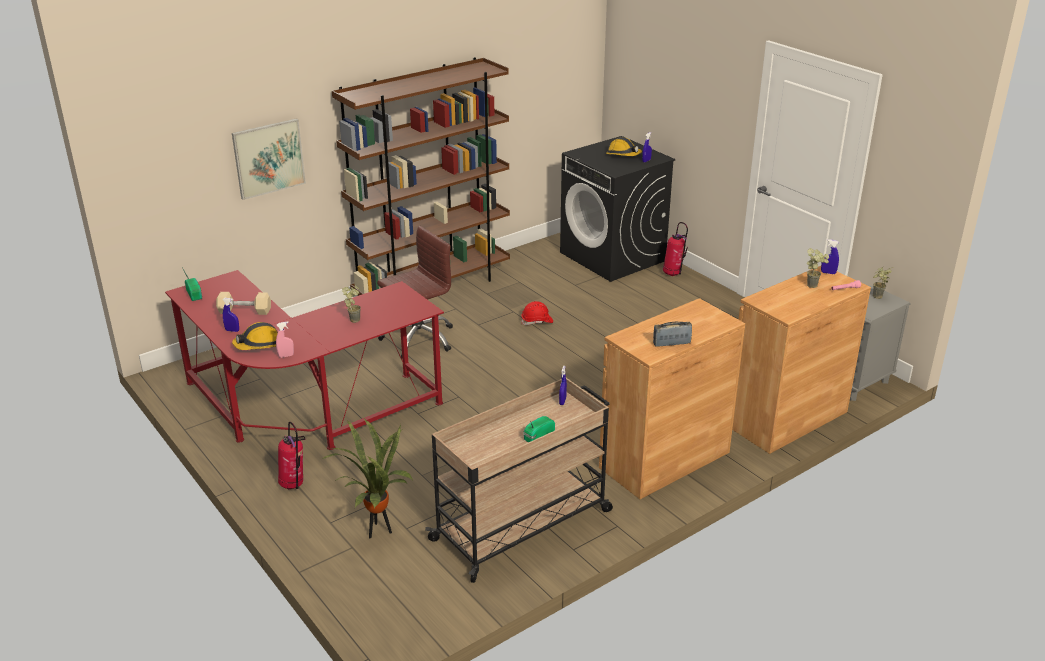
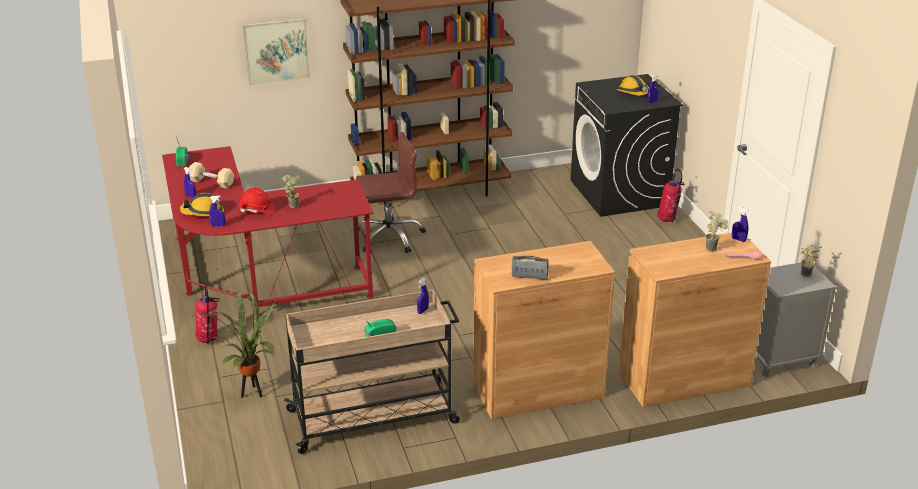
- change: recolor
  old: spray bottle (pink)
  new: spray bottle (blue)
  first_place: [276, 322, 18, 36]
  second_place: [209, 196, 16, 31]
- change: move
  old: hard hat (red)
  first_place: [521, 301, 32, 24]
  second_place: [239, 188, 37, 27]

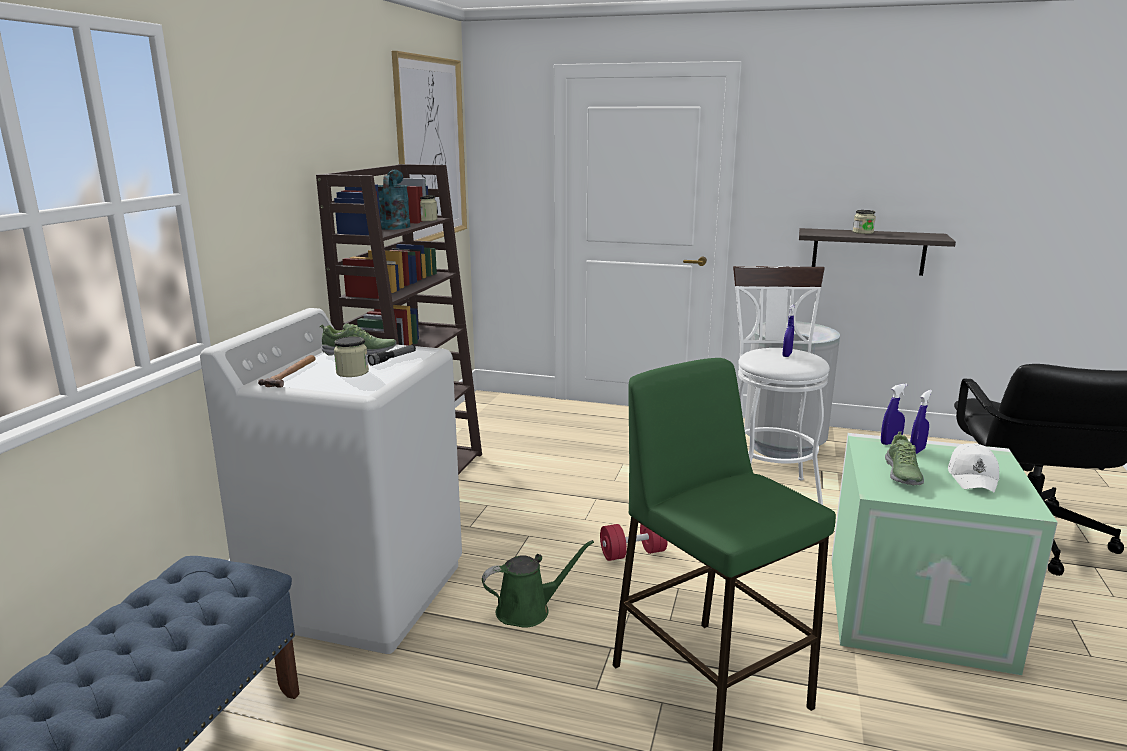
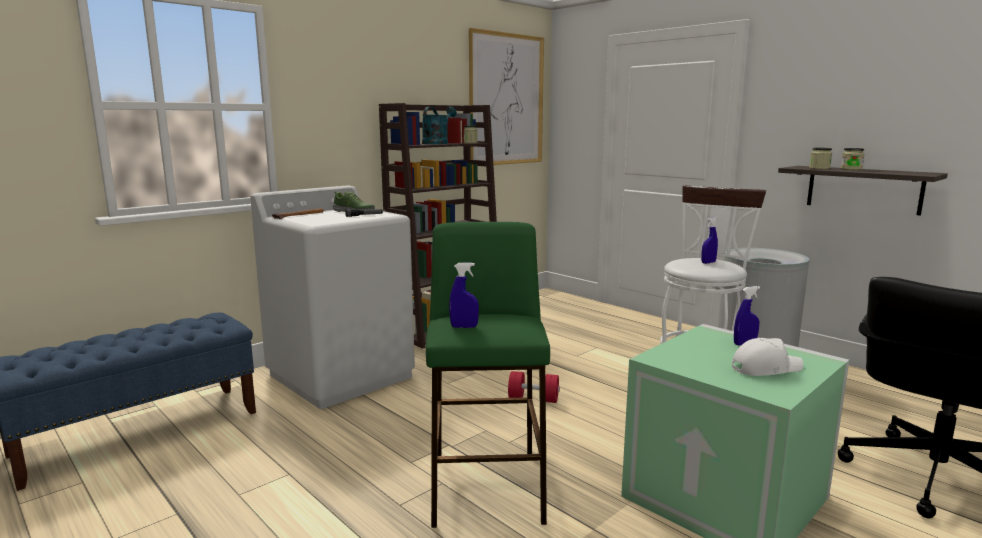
- change: move
  old: jar
  first_place: [334, 336, 35, 41]
  second_place: [809, 148, 23, 21]
- change: delete
  old: watering can (green)
  first_place: [482, 540, 112, 87]
- change: move
  old: spray bottle (blue)
  first_place: [881, 384, 26, 61]
  second_place: [449, 263, 30, 65]
- change: delete
  old: shoe
  first_place: [885, 431, 39, 54]
- change: rotate
  old: cap (white)
  first_place: [948, 443, 51, 49]
  second_place: [732, 338, 71, 38]
  degrees: -150

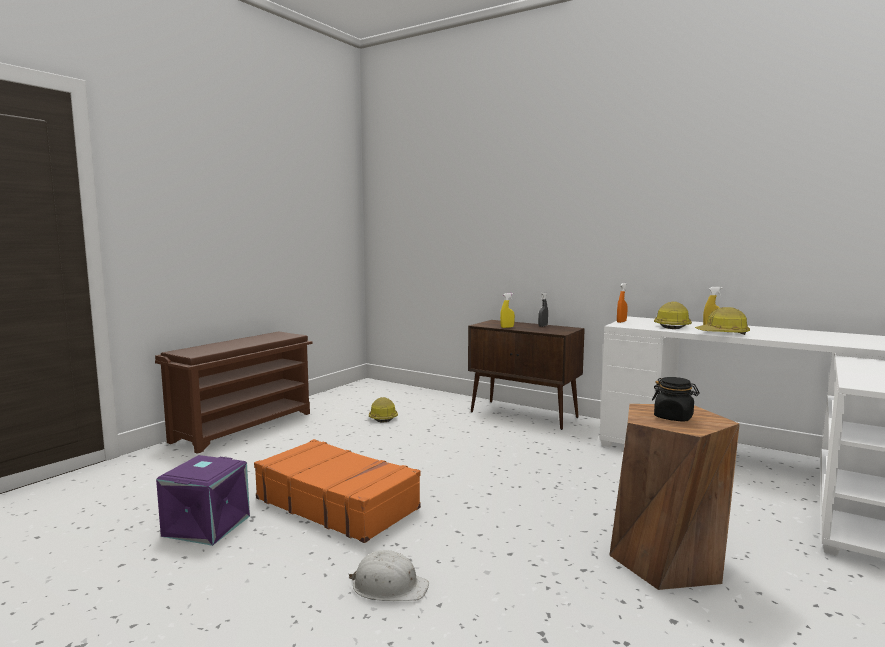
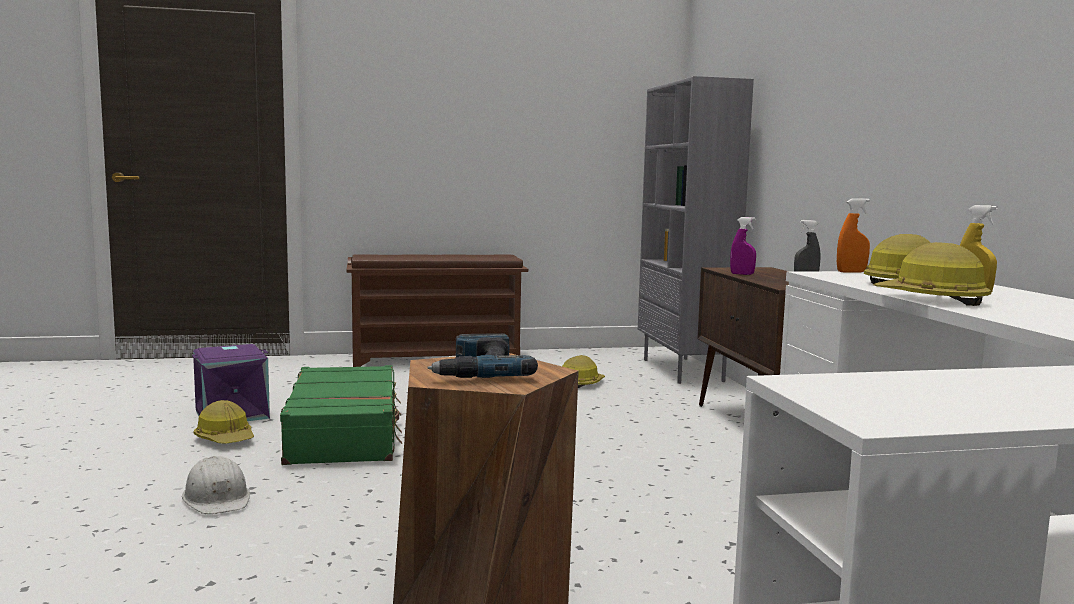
- change: recolor
  old: suitcase (orange)
  new: suitcase (green)
  first_place: [254, 439, 167, 104]
  second_place: [280, 365, 122, 100]
- change: recolor
  old: spray bottle (yellow)
  new: spray bottle (purple)
  first_place: [500, 293, 15, 35]
  second_place: [730, 217, 26, 58]
- change: replace
  old: jar (black)
  new: power drill
  first_place: [652, 377, 47, 45]
  second_place: [427, 333, 111, 45]
- change: insert
  new: hard hat
  second_place: [194, 400, 60, 44]
- change: insert
  new: bookcase (grey)
  second_place: [638, 76, 116, 308]

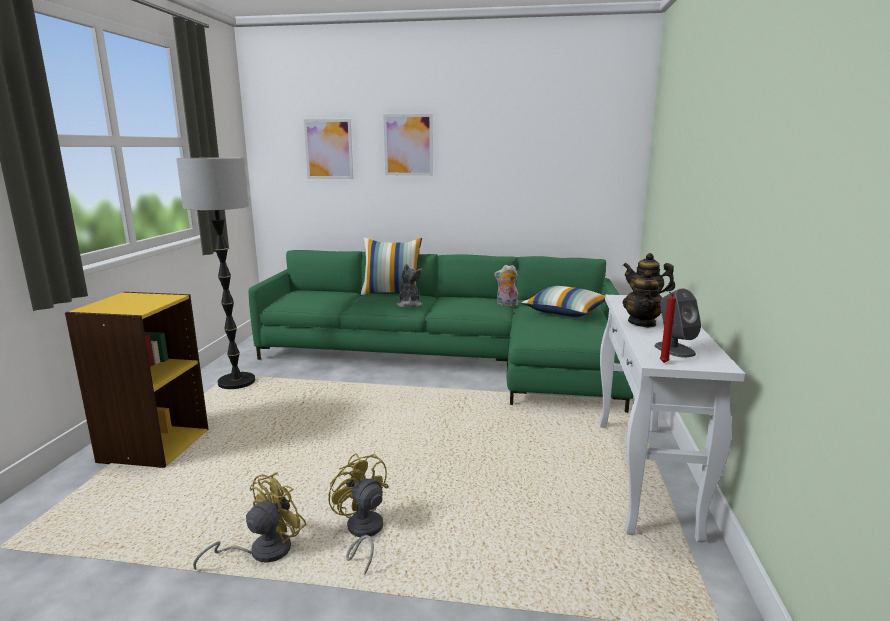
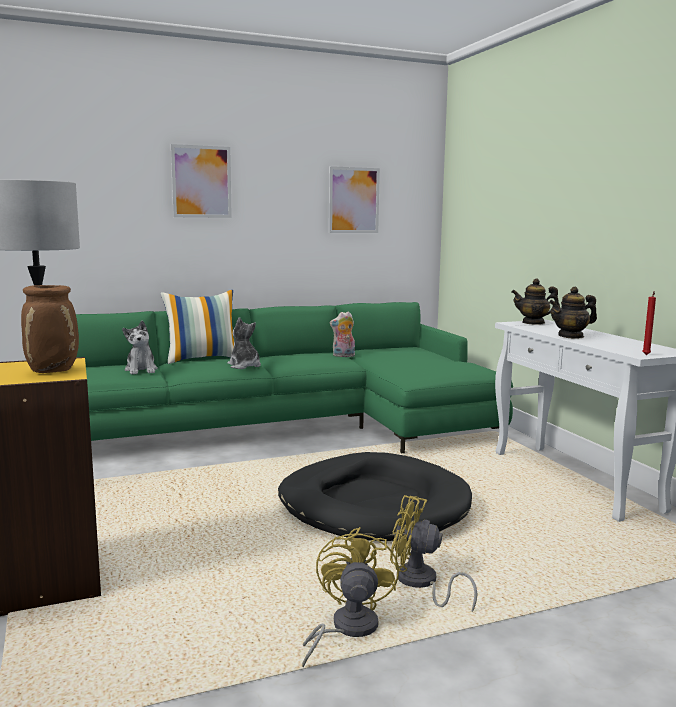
- change: move
  old: picture
  first_place: [304, 119, 49, 60]
  second_place: [329, 166, 51, 67]
- change: delete
  old: pillow
  first_place: [522, 286, 83, 31]
- change: rotate
  old: teapot
  first_place: [623, 270, 39, 57]
  second_place: [549, 287, 48, 52]
  degrees: 90
- change: delete
  old: speaker (grey)
  first_place: [655, 288, 46, 69]
- change: insert
  new: vase (brown)
  second_place: [21, 285, 58, 88]
- change: insert
  new: plush toy
  second_place: [122, 320, 36, 55]
- change: insert
  new: dog bed (black)
  second_place: [278, 452, 194, 89]

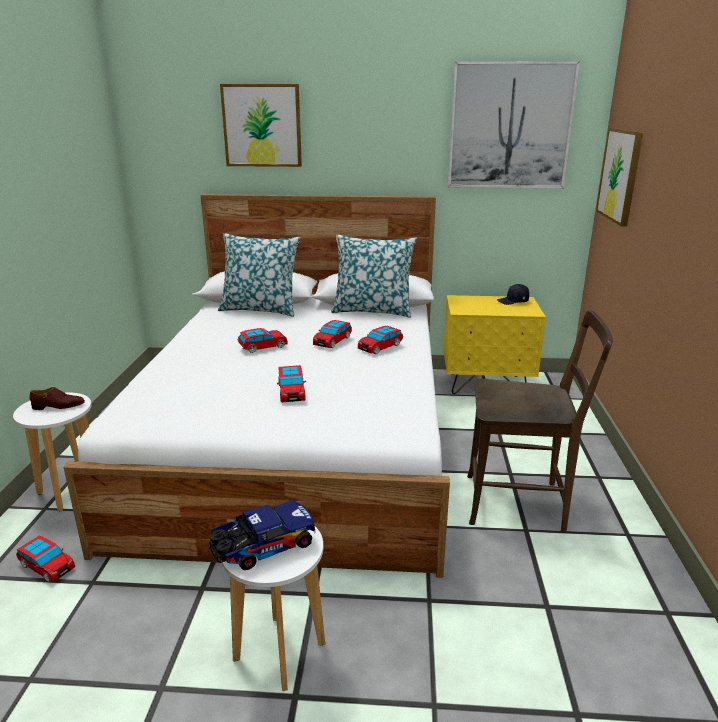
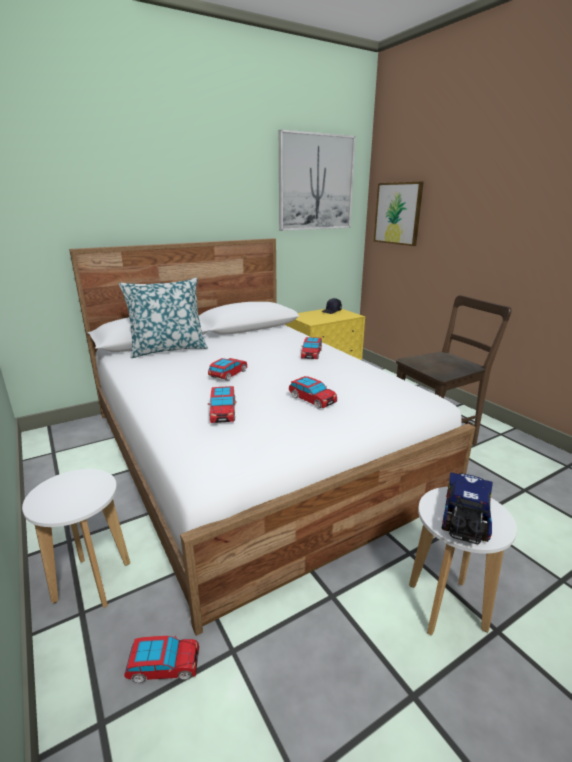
- change: delete
  old: shoe (brown)
  first_place: [29, 387, 56, 23]
- change: delete
  old: picture
  first_place: [220, 84, 82, 83]
- change: move
  old: toy car
  first_place: [313, 320, 39, 28]
  second_place: [208, 386, 29, 37]
- change: delete
  old: pillow
  first_place: [331, 235, 86, 83]

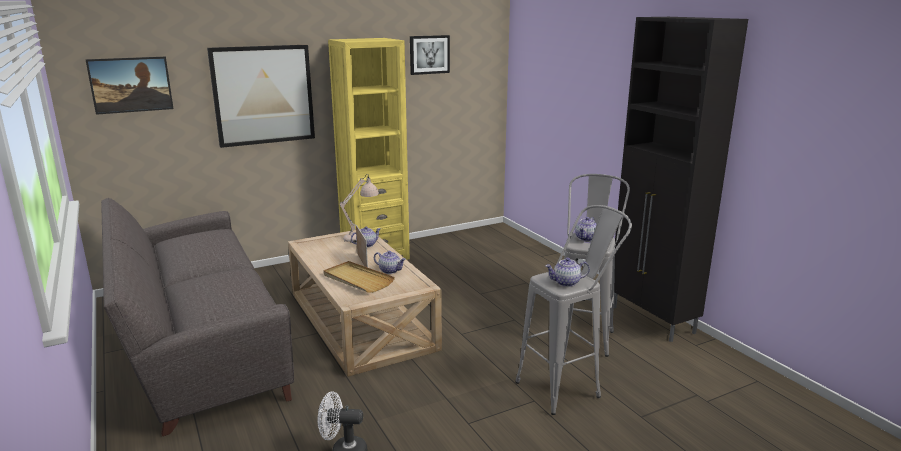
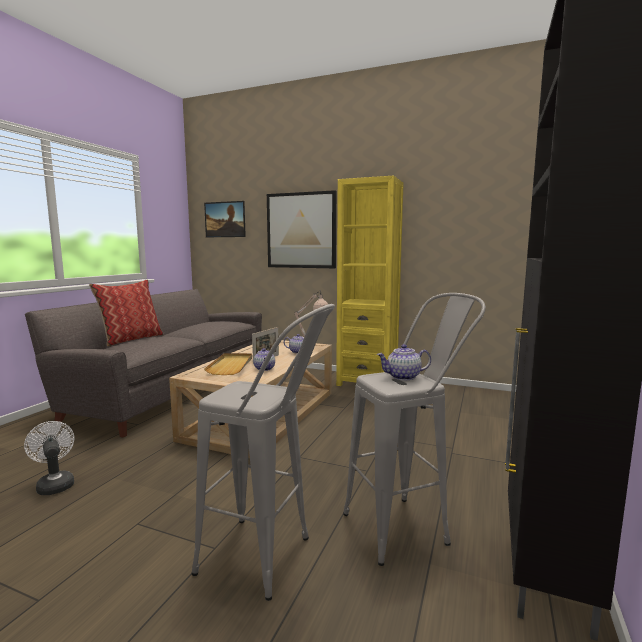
- change: delete
  old: picture
  first_place: [410, 35, 40, 40]
- change: delete
  old: teapot
  first_place: [545, 258, 45, 29]
- change: insert
  new: pillow
  second_place: [89, 279, 74, 68]

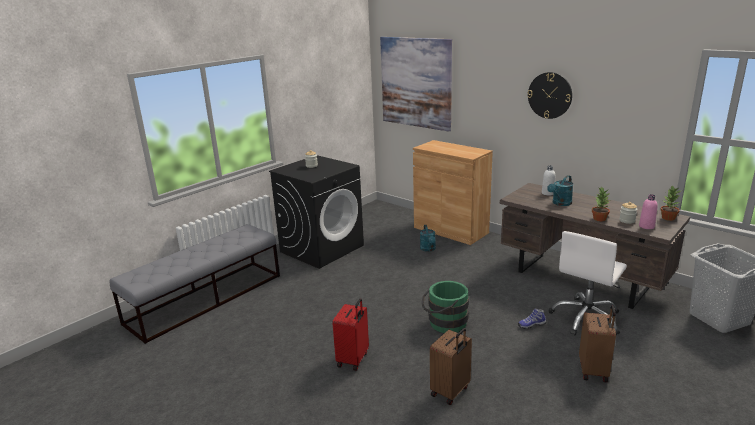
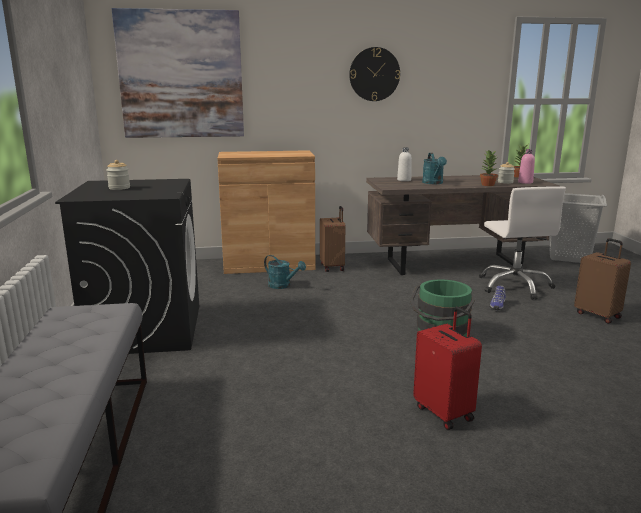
- change: move
  old: suitcase (brown)
  first_place: [430, 328, 42, 77]
  second_place: [320, 206, 25, 66]

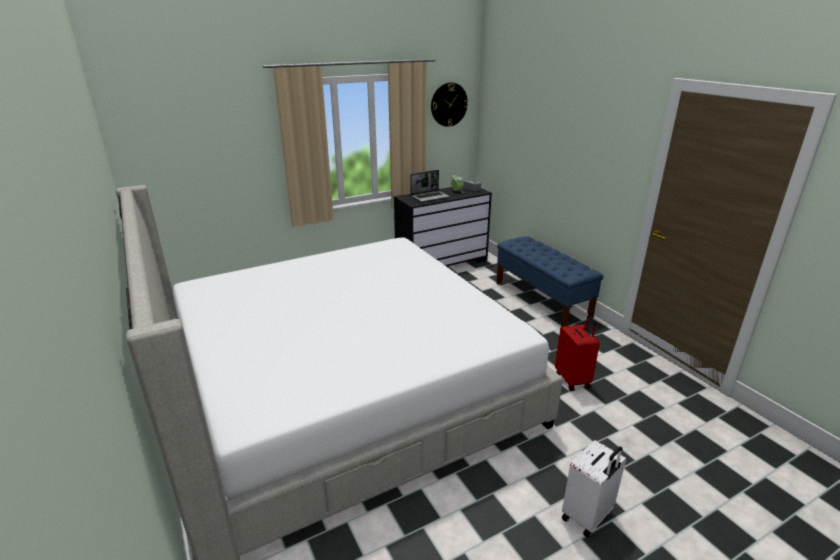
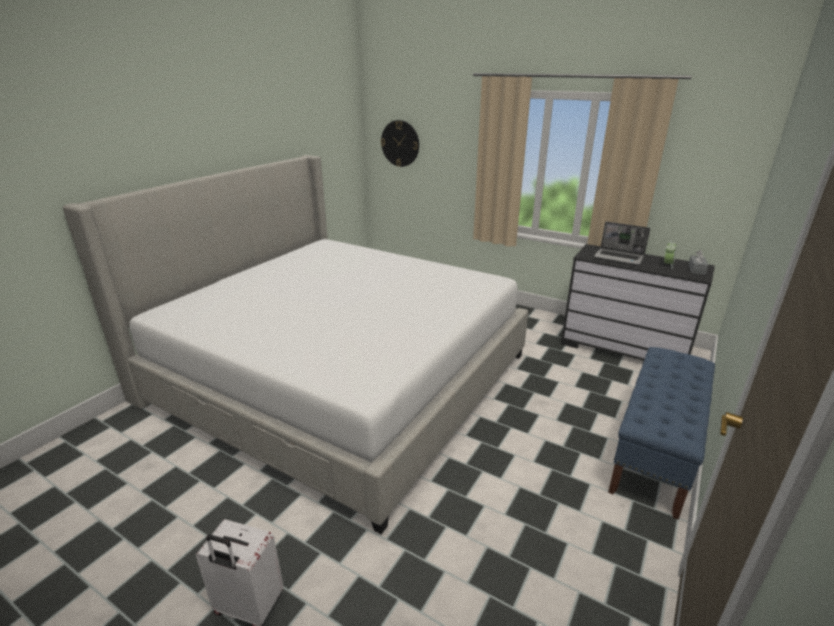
- change: move
  old: wall clock
  first_place: [431, 82, 37, 45]
  second_place: [381, 120, 38, 47]
- change: delete
  old: suitcase (red)
  first_place: [555, 315, 45, 76]

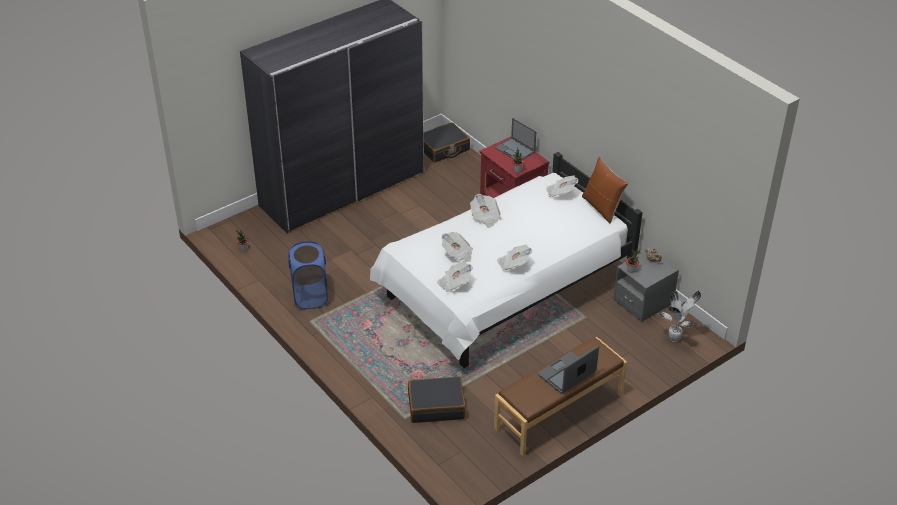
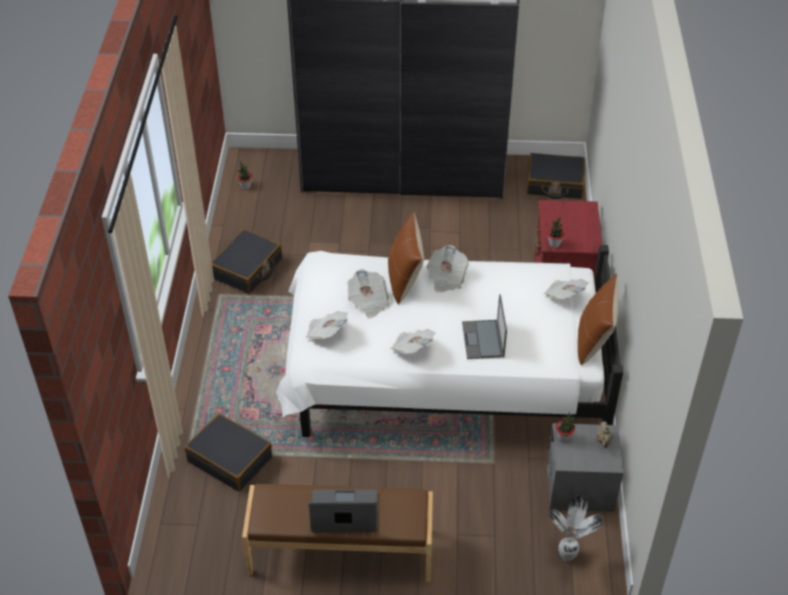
- change: replace
  old: laundry basket (blue)
  new: suitcase (black)
  first_place: [288, 241, 40, 68]
  second_place: [212, 229, 70, 65]
- change: move
  old: laptop
  first_place: [495, 118, 41, 41]
  second_place: [462, 294, 45, 65]
- change: insert
  new: pillow (brown)
  second_place: [388, 212, 36, 92]

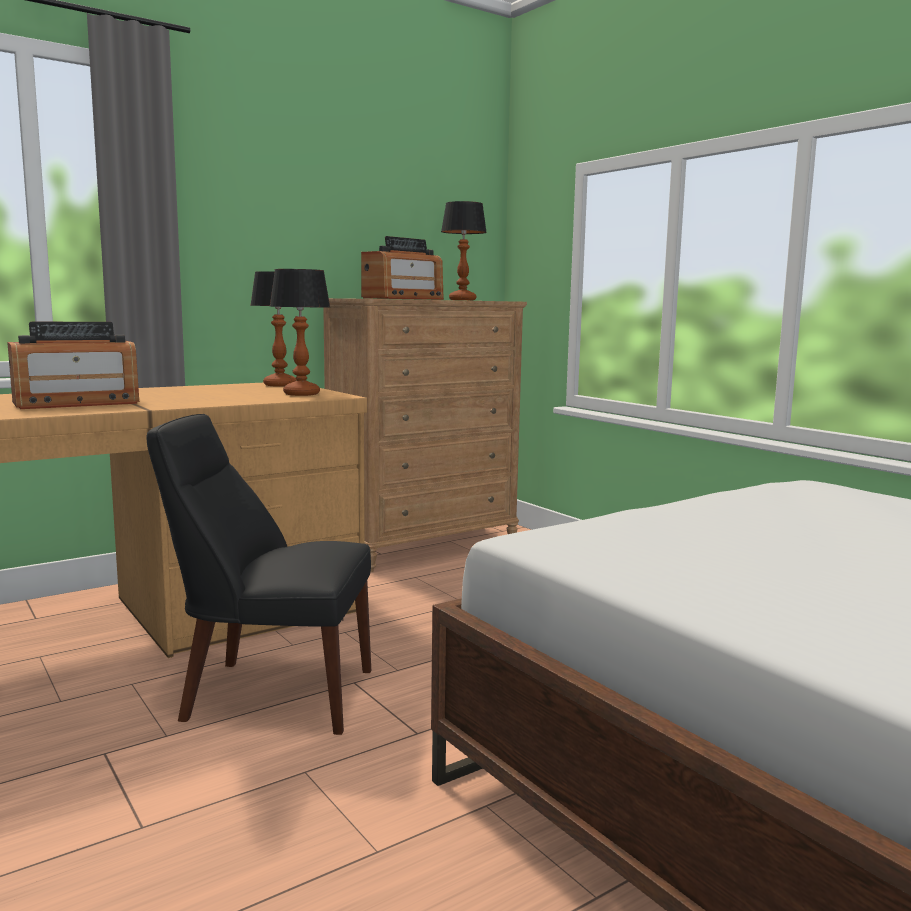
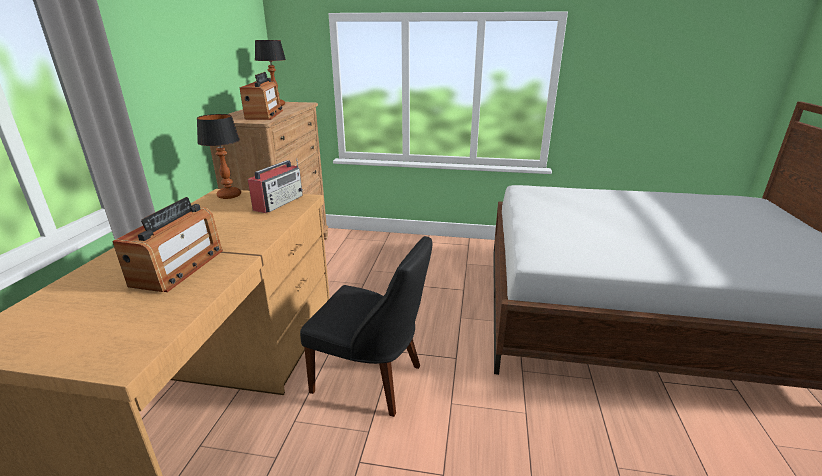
- change: rotate
  old: chair (black)
  first_place: [147, 414, 224, 321]
  second_place: [300, 236, 132, 181]
  degrees: -120
- change: replace
  old: table lamp
  new: radio
  first_place: [269, 269, 61, 127]
  second_place: [248, 158, 55, 55]

